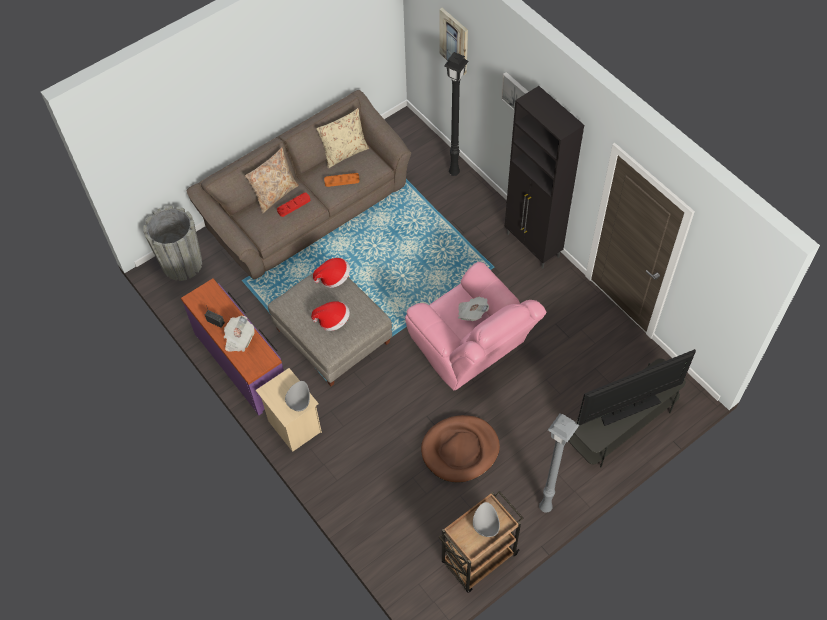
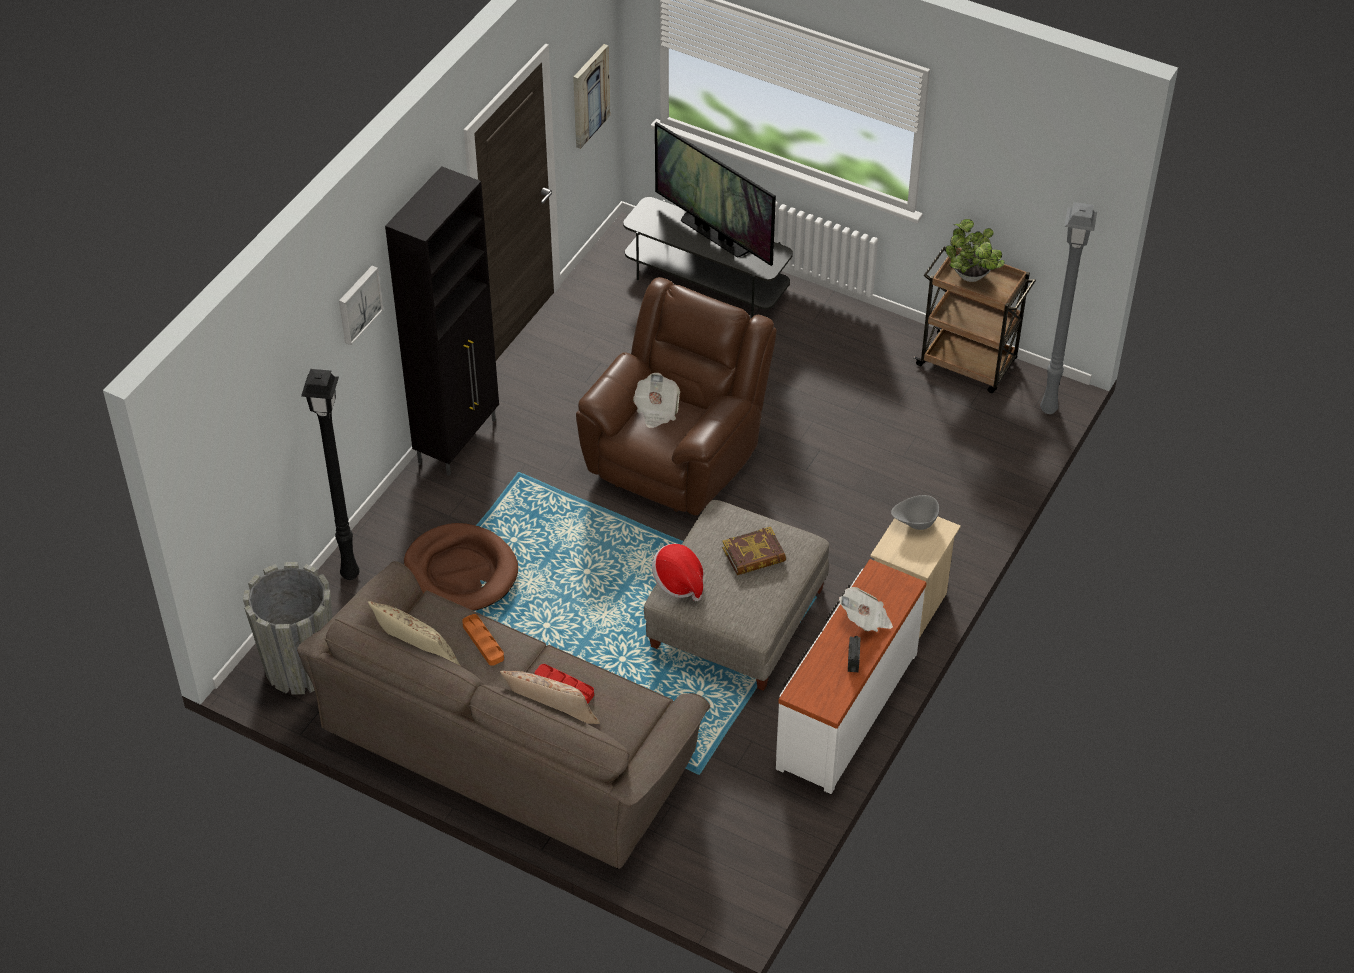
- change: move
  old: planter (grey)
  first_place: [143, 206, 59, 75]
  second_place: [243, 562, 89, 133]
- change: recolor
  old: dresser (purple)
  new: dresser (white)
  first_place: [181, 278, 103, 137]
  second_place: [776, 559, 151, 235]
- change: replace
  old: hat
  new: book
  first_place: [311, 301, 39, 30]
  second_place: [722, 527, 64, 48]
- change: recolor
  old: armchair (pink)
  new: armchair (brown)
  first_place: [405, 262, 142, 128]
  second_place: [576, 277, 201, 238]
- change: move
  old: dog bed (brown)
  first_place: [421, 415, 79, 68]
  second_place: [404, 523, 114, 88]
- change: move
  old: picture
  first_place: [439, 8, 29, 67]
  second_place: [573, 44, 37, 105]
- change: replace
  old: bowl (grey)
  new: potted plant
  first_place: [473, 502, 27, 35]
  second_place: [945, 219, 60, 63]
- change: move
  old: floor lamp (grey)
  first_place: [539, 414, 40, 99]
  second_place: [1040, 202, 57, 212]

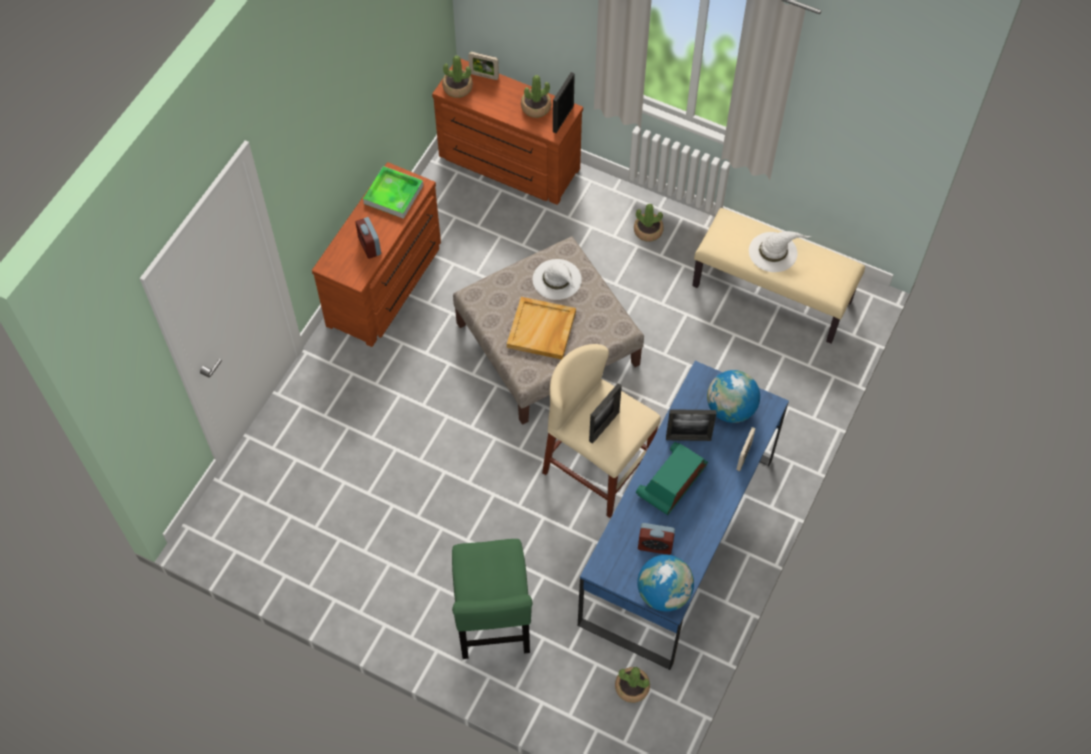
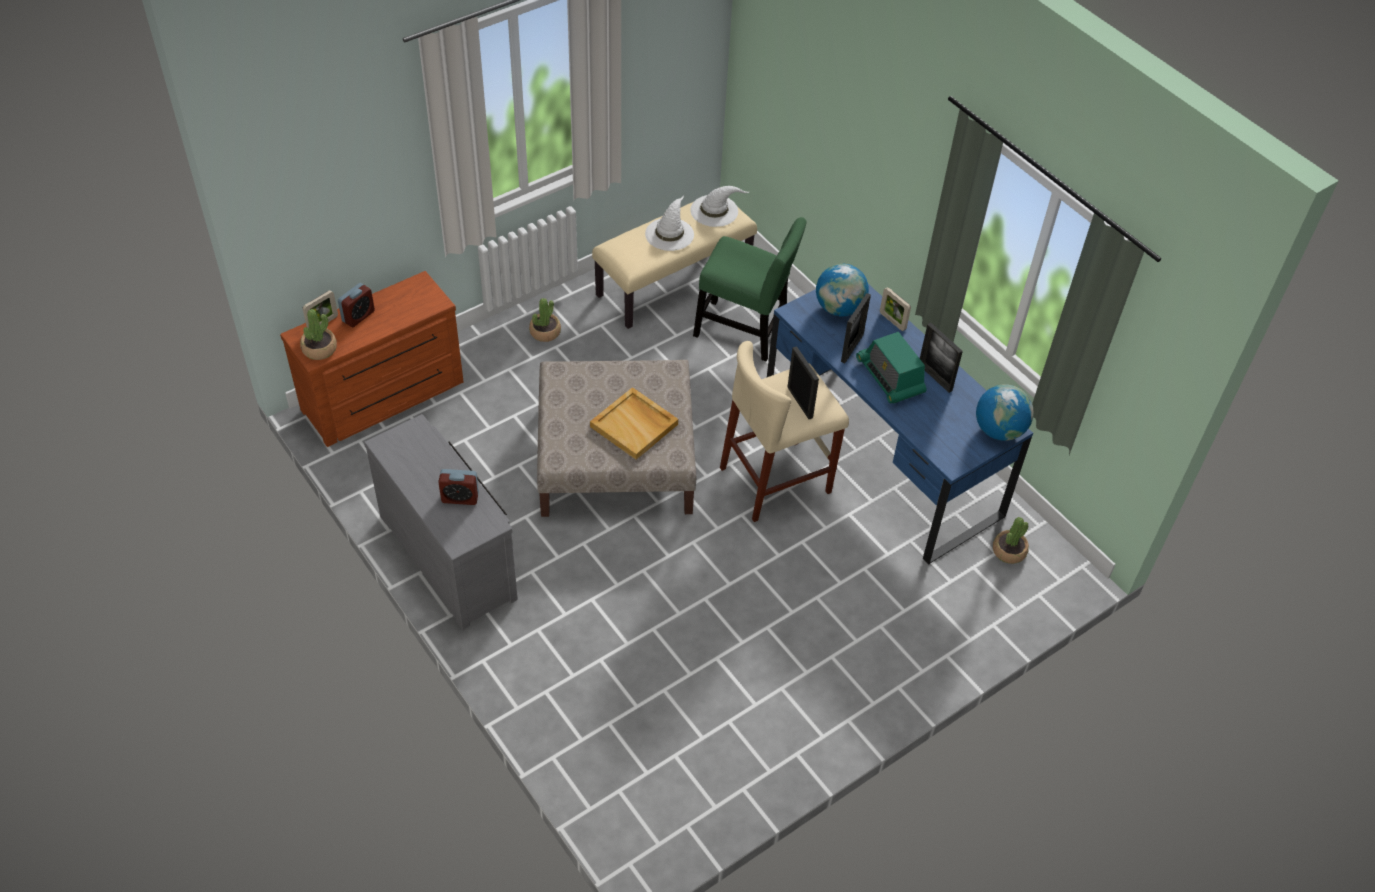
- change: recolor
  old: dresser (brown)
  new: dresser (grey)
  first_place: [312, 162, 129, 185]
  second_place: [364, 414, 154, 216]
- change: delete
  old: tray
  first_place: [363, 166, 60, 53]
- change: move
  old: chair (green)
  first_place: [452, 539, 81, 120]
  second_place: [693, 217, 114, 144]
- change: delete
  old: potted plant
  first_place: [521, 75, 31, 43]
- change: move
  old: hat (white)
  first_place: [533, 259, 49, 41]
  second_place: [690, 186, 59, 41]
- change: move
  old: picture frame
  first_place: [553, 72, 22, 61]
  second_place: [920, 323, 43, 70]
- change: move
  old: alarm clock
  first_place: [638, 523, 37, 32]
  second_place: [338, 283, 37, 44]

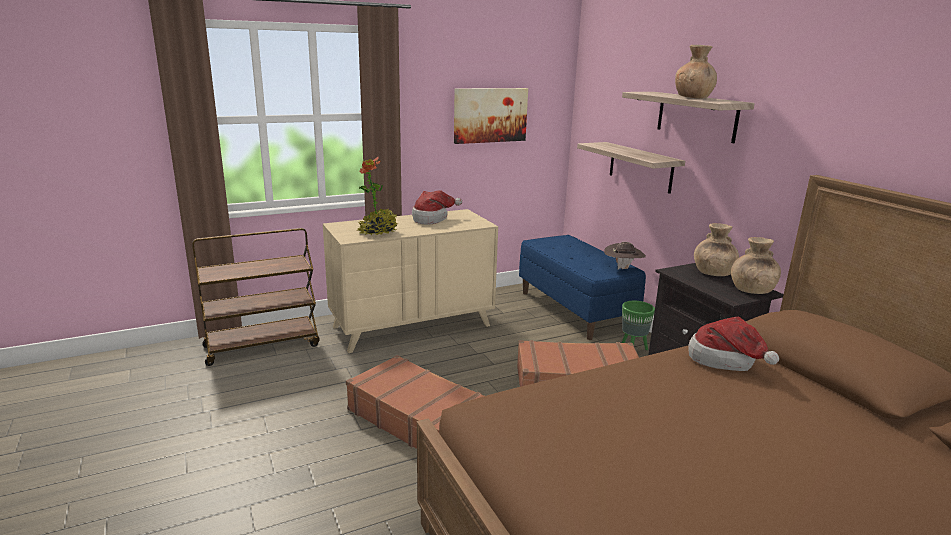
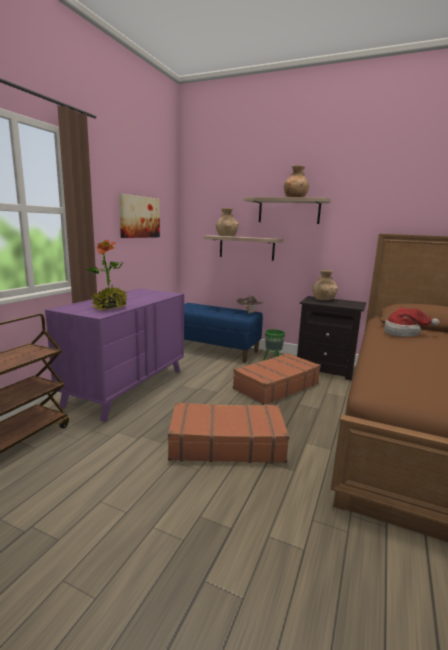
- change: recolor
  old: dresser (beige)
  new: dresser (purple)
  first_place: [323, 209, 175, 144]
  second_place: [45, 288, 139, 134]
- change: delete
  old: hat
  first_place: [412, 190, 50, 34]
- change: move
  old: vase (brown)
  first_place: [731, 237, 50, 57]
  second_place: [216, 208, 23, 28]

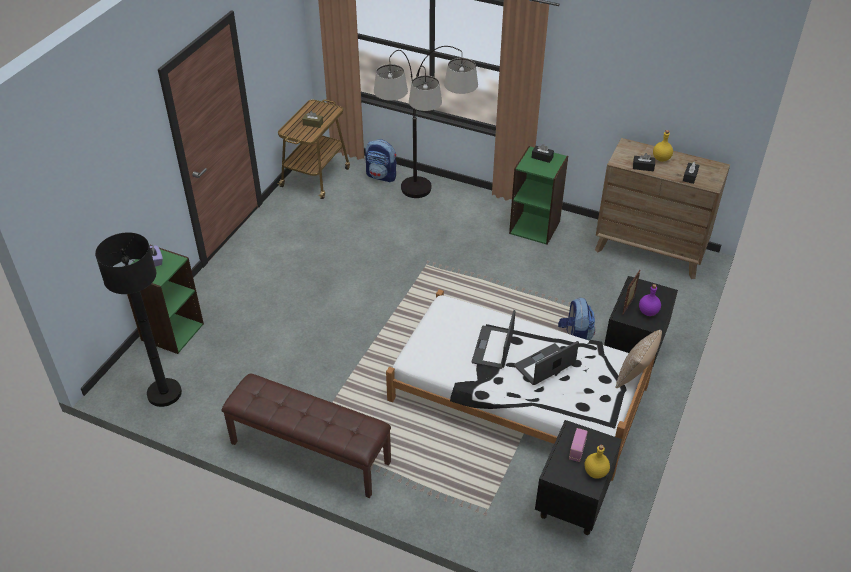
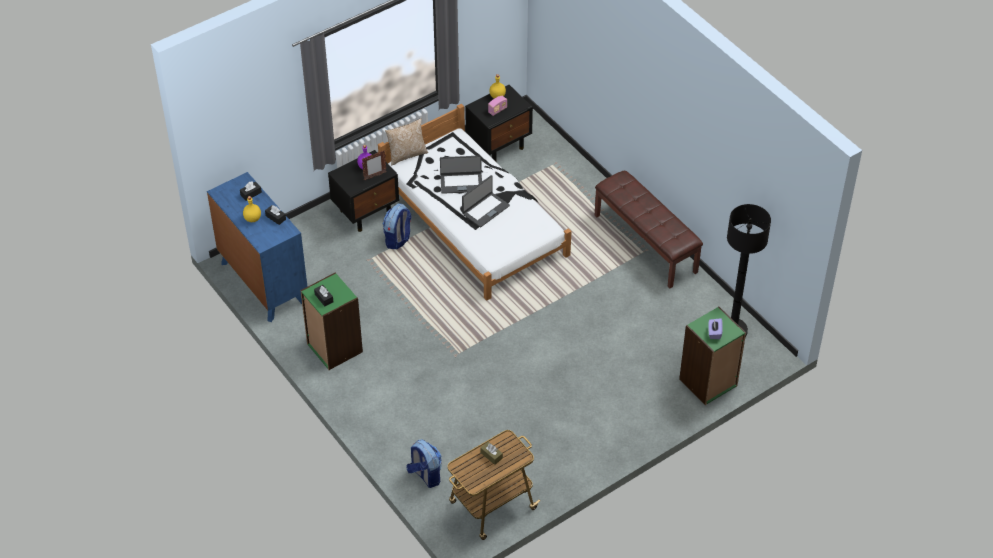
- change: delete
  old: floor lamp
  first_place: [374, 46, 104, 152]
- change: recolor
  old: dresser (brown)
  new: dresser (blue)
  first_place: [595, 138, 135, 141]
  second_place: [207, 172, 100, 150]

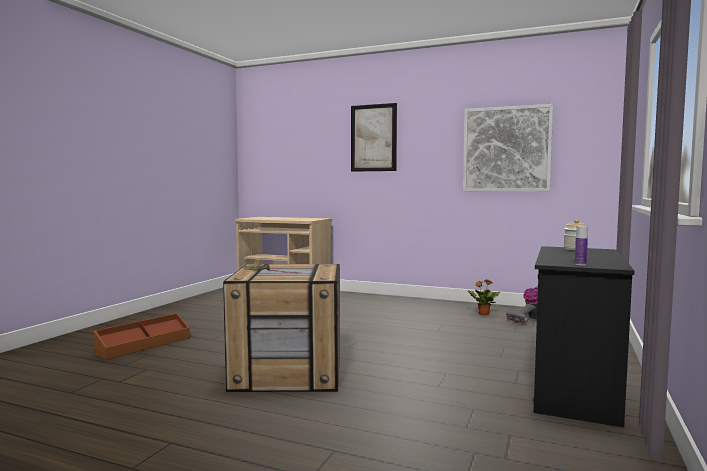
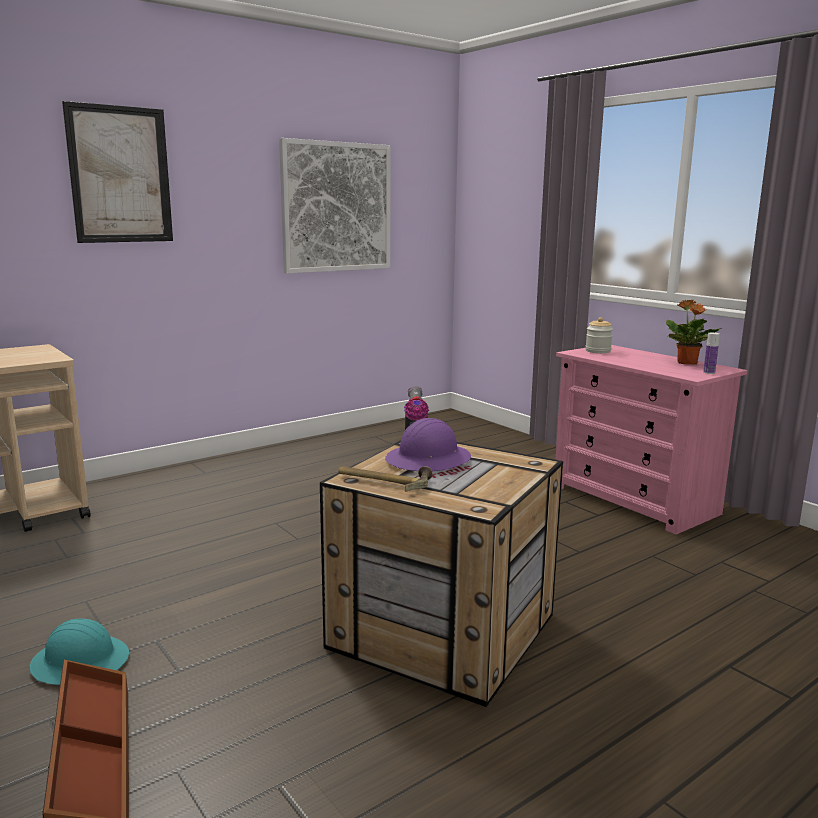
- change: move
  old: potted plant
  first_place: [468, 279, 32, 36]
  second_place: [666, 300, 56, 65]
- change: recolor
  old: dresser (black)
  new: dresser (pink)
  first_place: [533, 246, 101, 181]
  second_place: [555, 345, 193, 190]
- change: insert
  new: hard hat (turquoise)
  second_place: [30, 619, 99, 66]
- change: insert
  new: hard hat (purple)
  second_place: [385, 418, 86, 53]

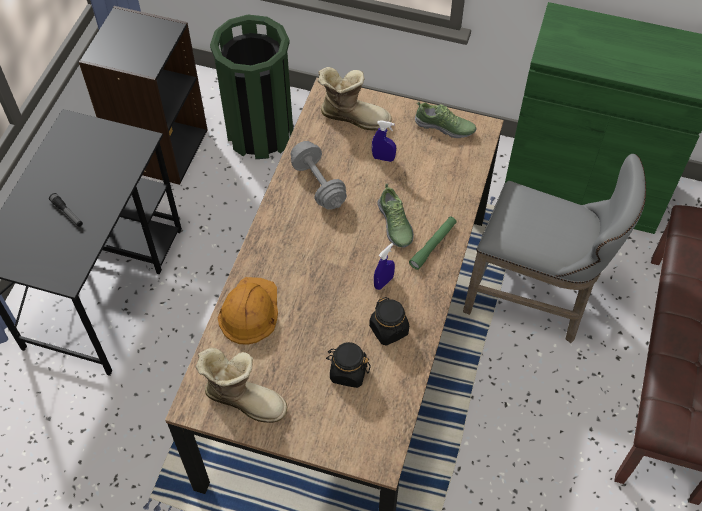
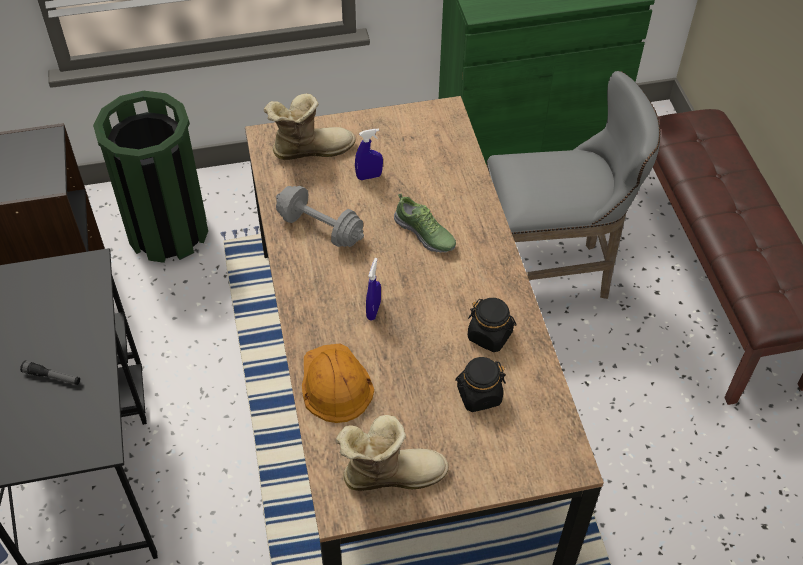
- change: move
  old: spray bottle (blue)
  first_place: [374, 243, 21, 47]
  second_place: [366, 258, 15, 62]
- change: delete
  old: flashlight (green)
  first_place: [409, 216, 48, 54]
- change: delete
  old: shoe
  first_place: [415, 102, 61, 36]

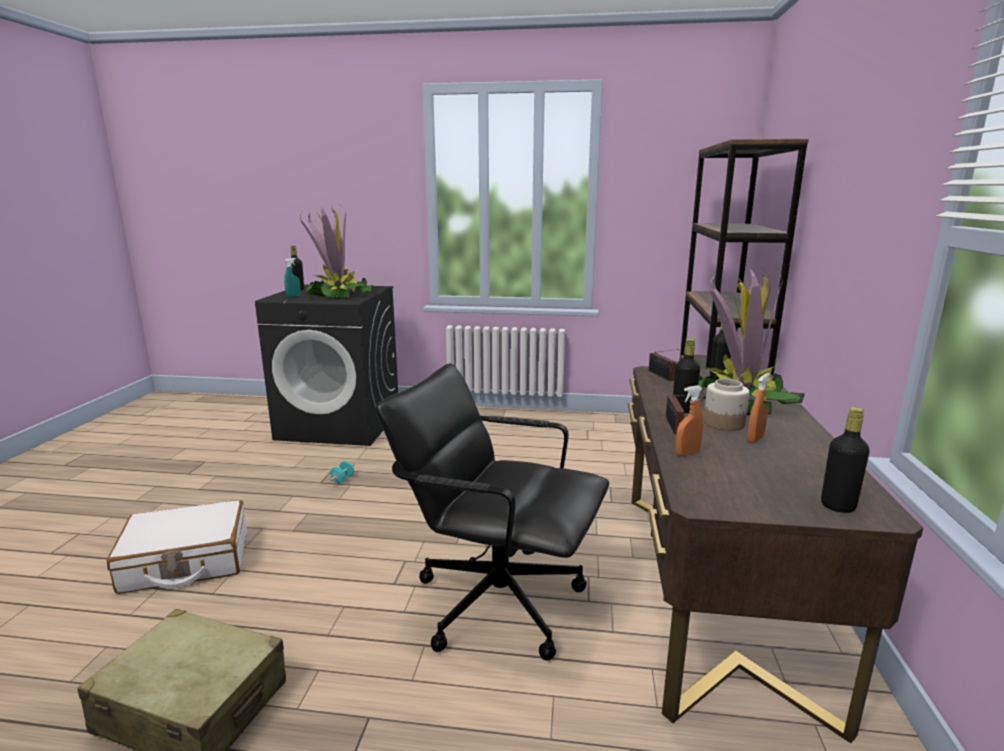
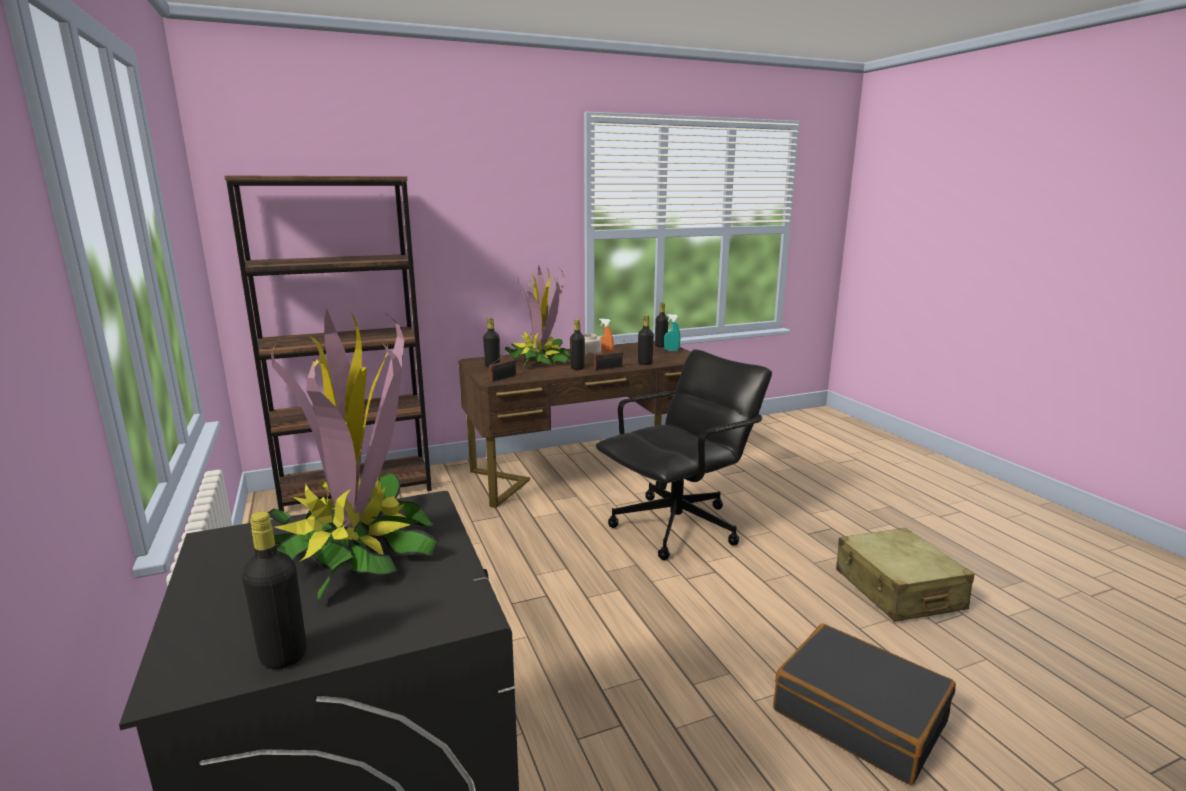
- change: recolor
  old: suitcase (white)
  new: suitcase (black)
  first_place: [107, 500, 140, 94]
  second_place: [773, 624, 183, 161]
- change: move
  old: spray bottle (turquoise)
  first_place: [284, 258, 16, 39]
  second_place: [664, 314, 16, 37]
- change: delete
  old: dumbbell (turquoise)
  first_place: [330, 461, 25, 22]
- change: rotate
  old: office chair (black)
  first_place: [376, 363, 233, 298]
  second_place: [596, 349, 176, 211]
  degrees: -120
- change: replace
  old: spray bottle (orange)
  new: bottle (black)
  first_place: [676, 385, 27, 71]
  second_place: [638, 315, 16, 50]

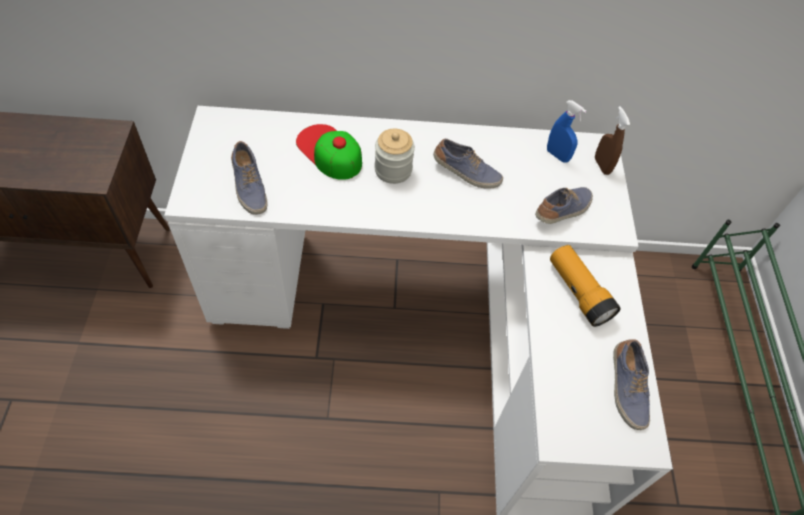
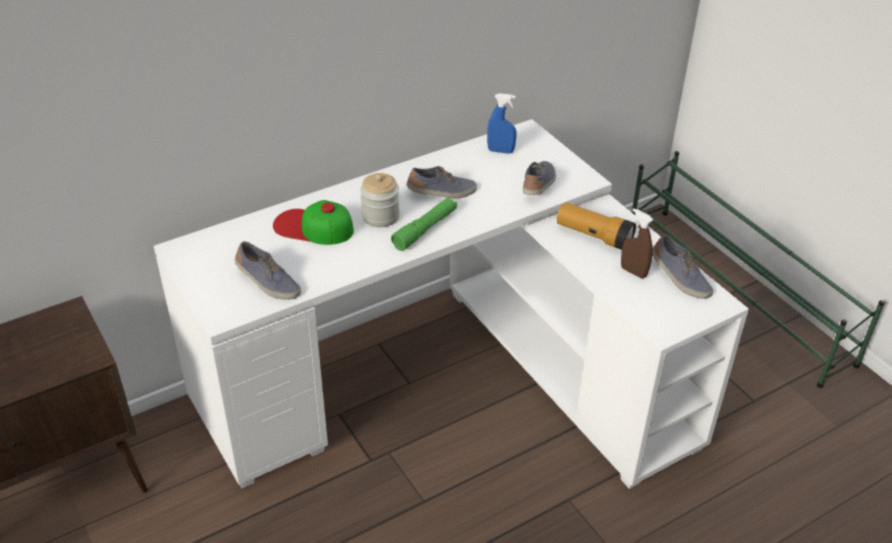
- change: move
  old: spray bottle (brown)
  first_place: [595, 106, 35, 69]
  second_place: [621, 208, 32, 70]
- change: insert
  new: flashlight (green)
  second_place: [391, 198, 66, 53]

